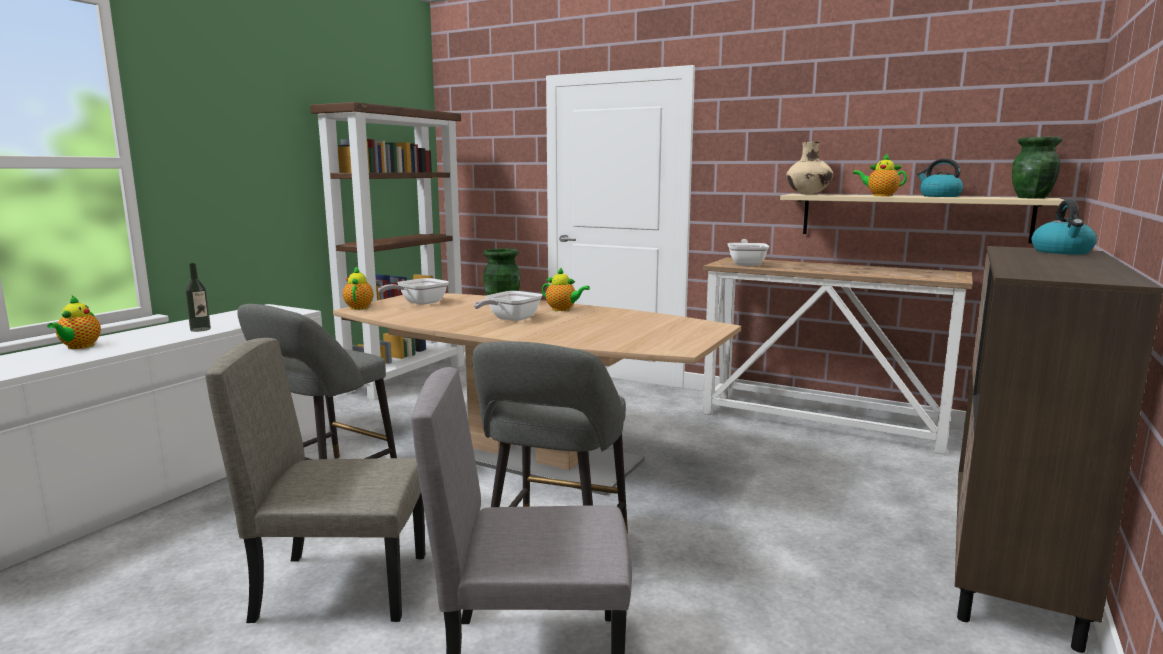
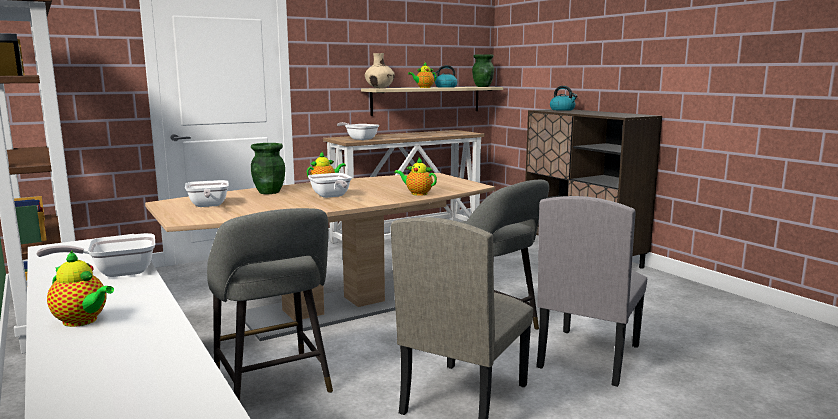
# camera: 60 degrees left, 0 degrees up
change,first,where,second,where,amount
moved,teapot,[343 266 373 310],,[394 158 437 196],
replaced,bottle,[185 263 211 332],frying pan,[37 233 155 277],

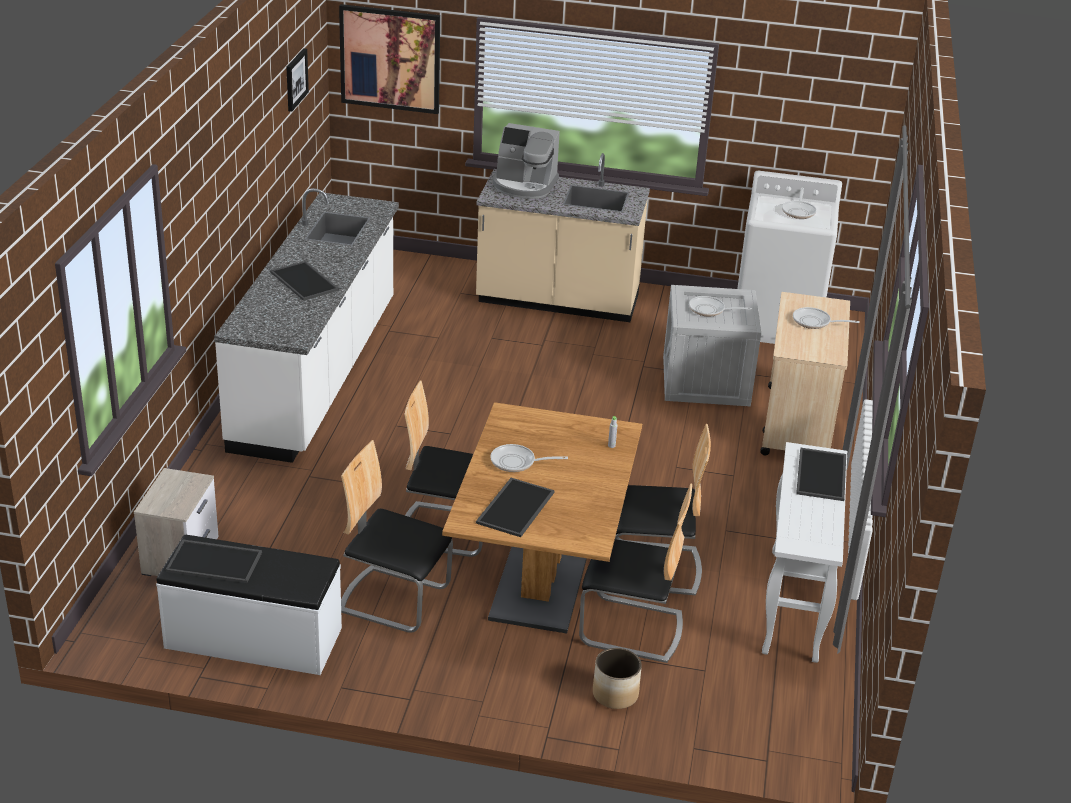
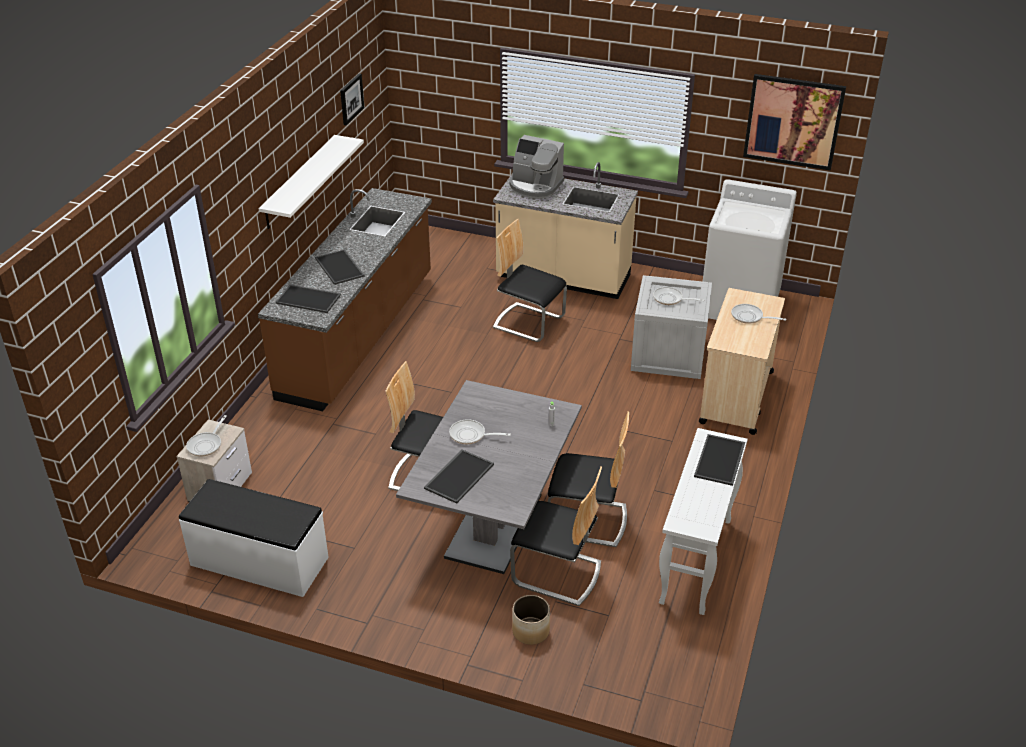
# camera: 10 degrees right, 5 degrees up
change,first,where,second,where,amount
added,,,white shelf,[259 135 364 229],
moved,tray,[165 539 262 583],,[275 284 341 313],
moved,picture,[339 4 440 114],,[743 74 846 170],
moved,chair,[341 440 453 633],,[493 219 567 342],
moved,frying pan,[782 188 817 219],,[186 415 227 457],
recoloured,white counter,[214 188 399 463],brown counter,[258 188 432 411],
recoloured,brown dining table,[442 402 642 633],grey dining table,[396 380 582 574],

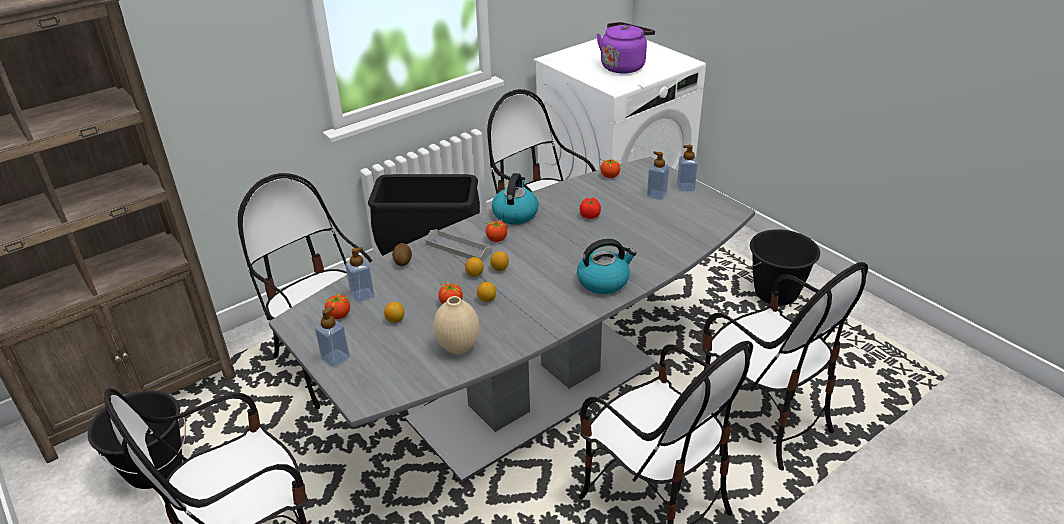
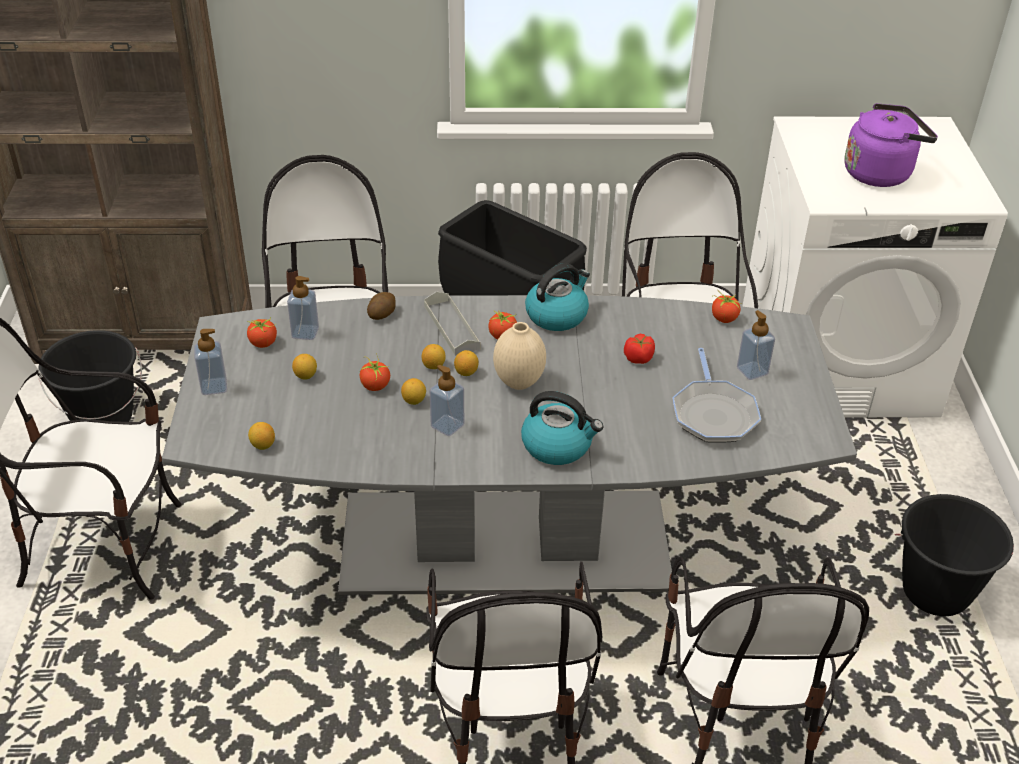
# camera: 35 degrees right, 5 degrees up
change,first,where,second,where,amount
added,,,lemon,[248 422 275 450],
added,,,frying pan,[672 348 761 443],
moved,beige vase,[434 296 479 354],,[493 322 546 390],
moved,soap dispenser,[677 145 698 191],,[430 365 464 436],

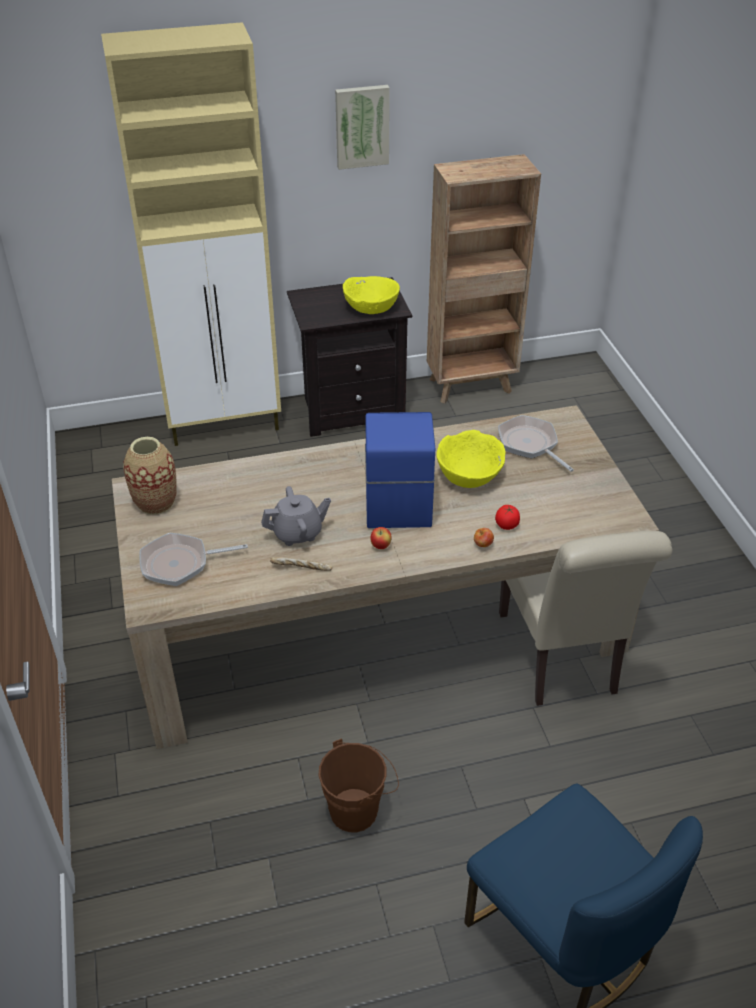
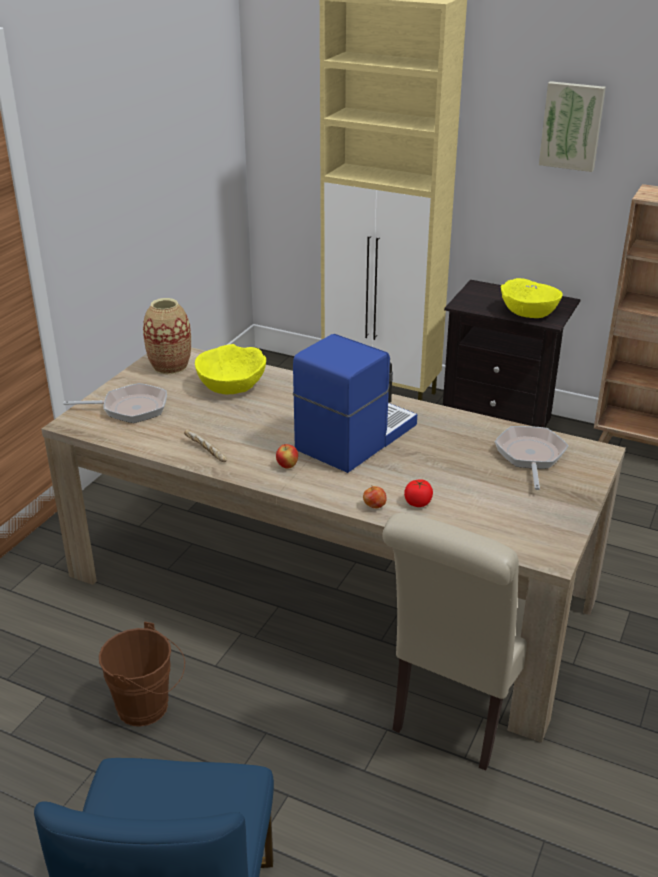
# camera: 40 degrees right, 10 degrees down
change,first,where,second,where,amount
removed,grey teapot,[261 486 331 546],,,
moved,yellow bowl,[436 430 506 488],,[195 344 266 395],
turned,frying pan,[139 533 248 586],,[64 383 167 423],150 degrees clockwise

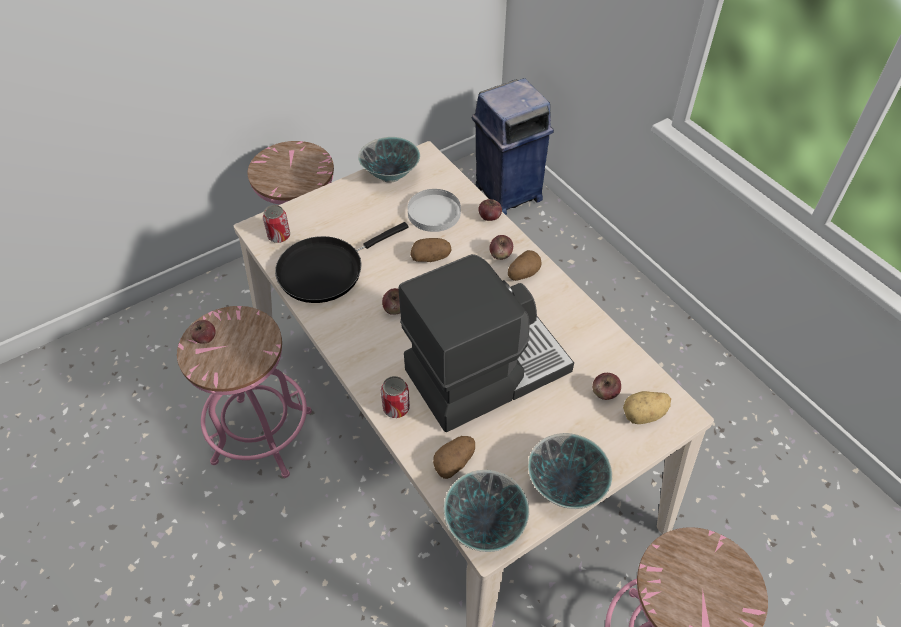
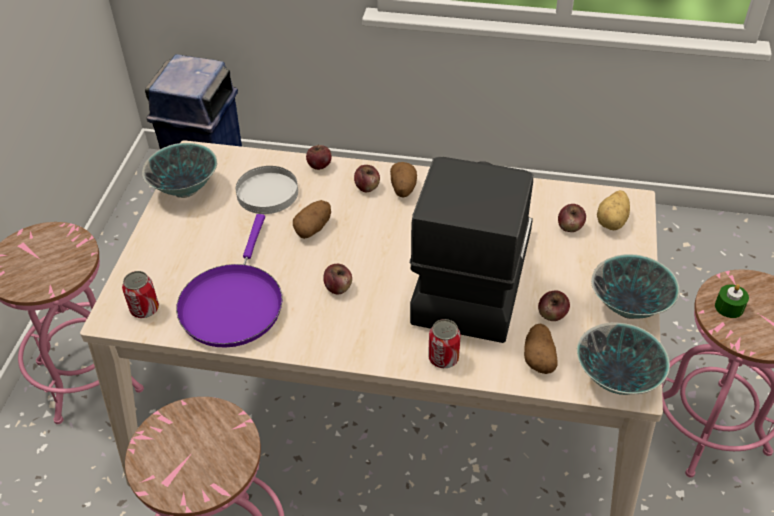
# camera: 45 degrees left, 5 degrees down
change,first,where,second,where,amount
added,,,green candle,[715 284 749 318],
moved,apple,[190 320 216 344],,[538 290 570 321],
recoloured,black frying pan,[275 222 408 303],purple frying pan,[176 214 282 348],

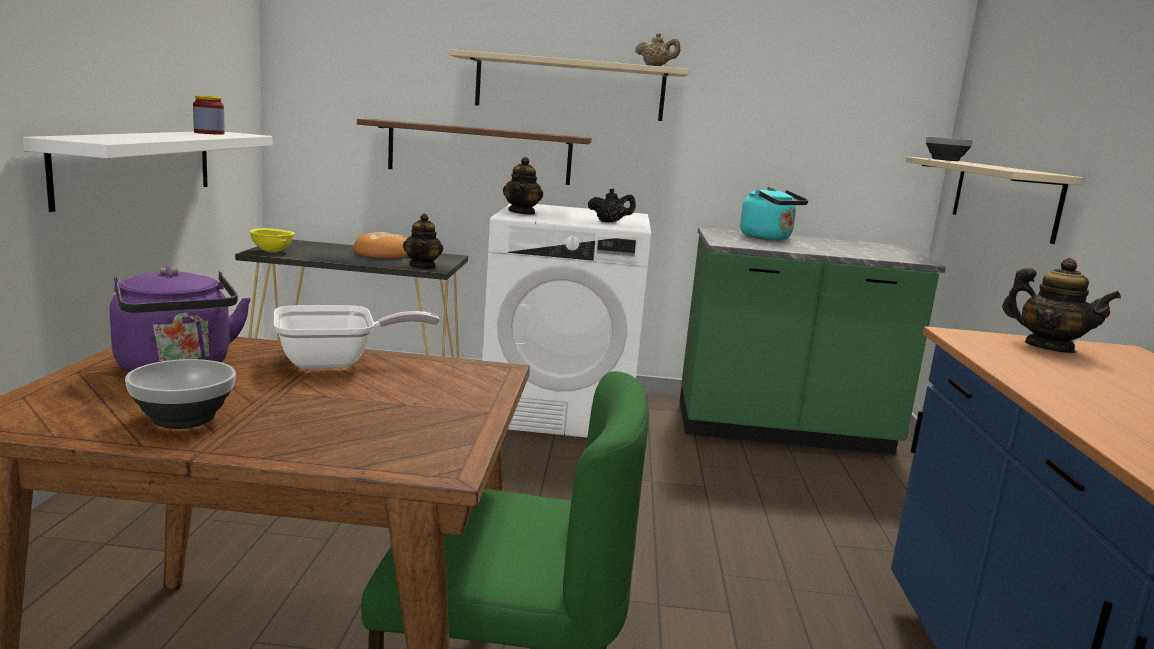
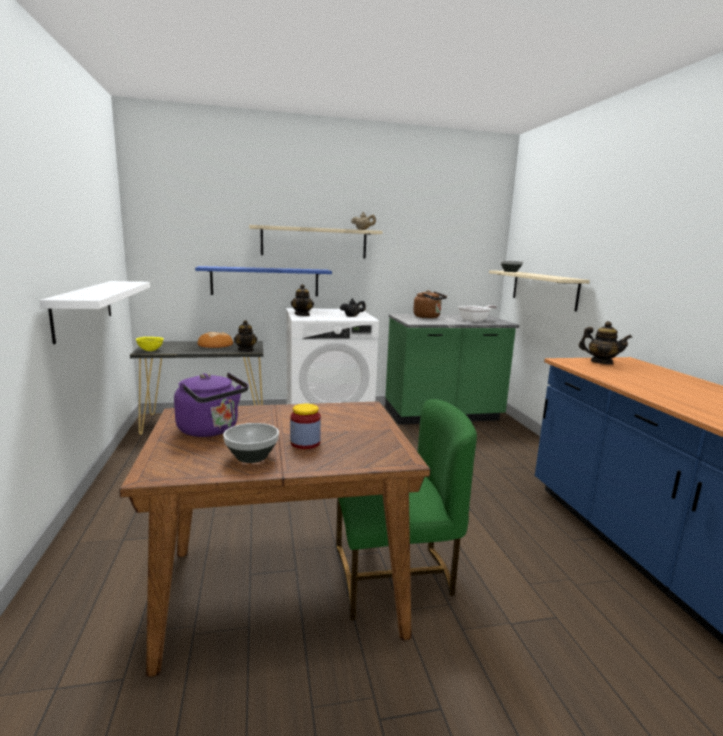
# camera: 15 degrees left, 0 degrees up
change,first,where,second,where,amount
moved,jar,[193 95 225 135],,[290 404 321 449],
moved,frying pan,[274 305 440 369],,[458 305 497 322],
recoloured,brown shelf,[357 119 592 185],blue shelf,[195 266 332 296],
recoloured,turquoise kettle,[740 186 808 240],brown kettle,[413 290 447 318],

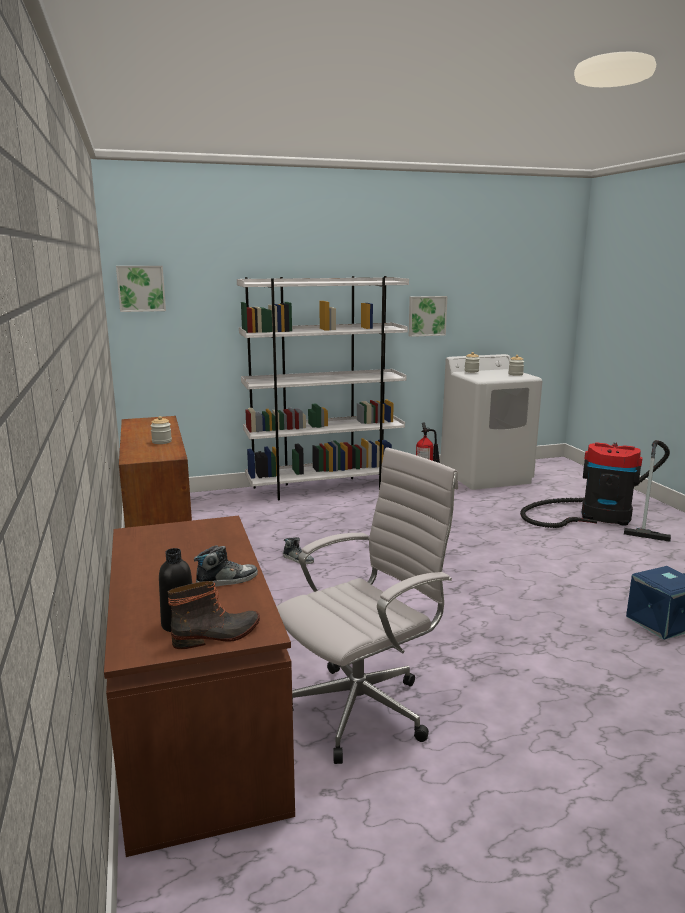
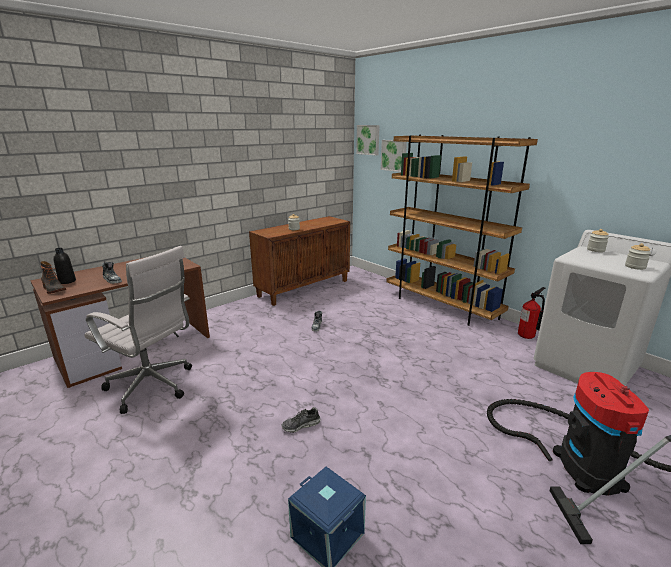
# camera: 65 degrees right, 5 degrees up
change,first,where,second,where,amount
added,,,shoe,[282 407 321 433],
moved,picture,[409 296 447 337],,[381 140 407 172],
recoloured,white bookcase,[237 276 409 500],brown bookcase,[386 135 538 326],

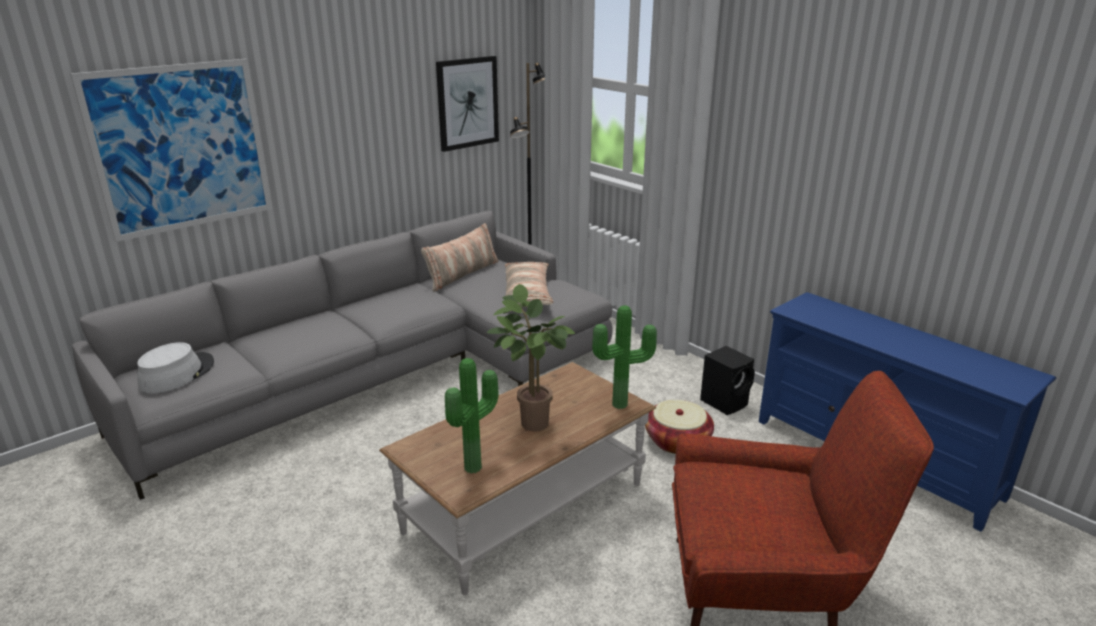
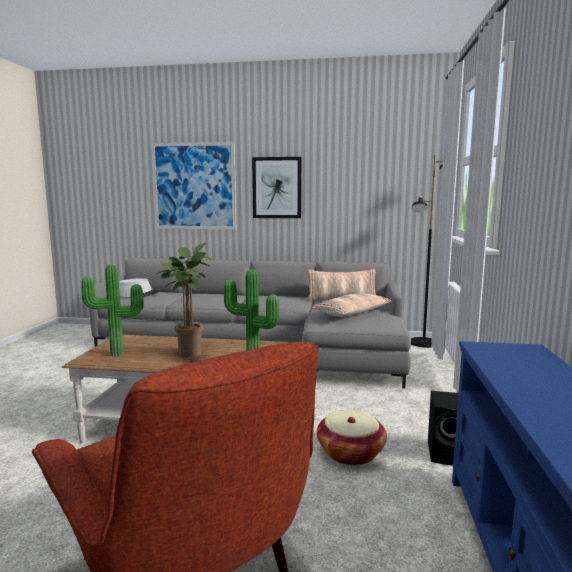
# camera: 50 degrees right, 15 degrees down
change,first,where,second,where,amount
moved,picture,[436 56 499 152],,[252 157 301 218],

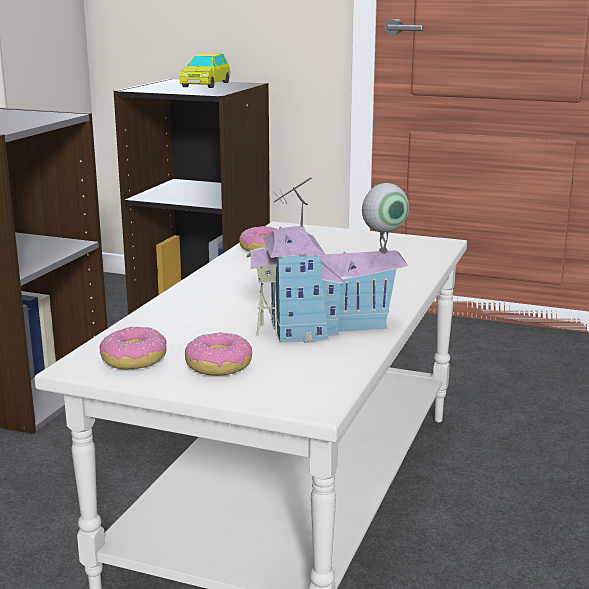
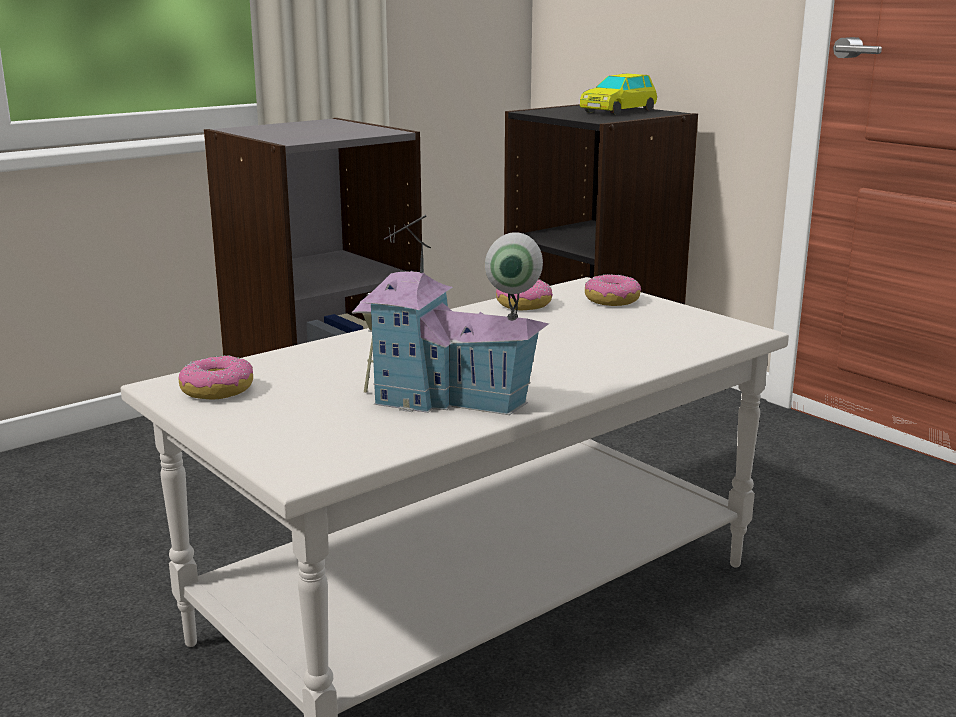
# camera: 30 degrees right, 0 degrees up
change,first,where,second,where,amount
moved,donut,[185 332 252 376],,[585 274 641 306],

